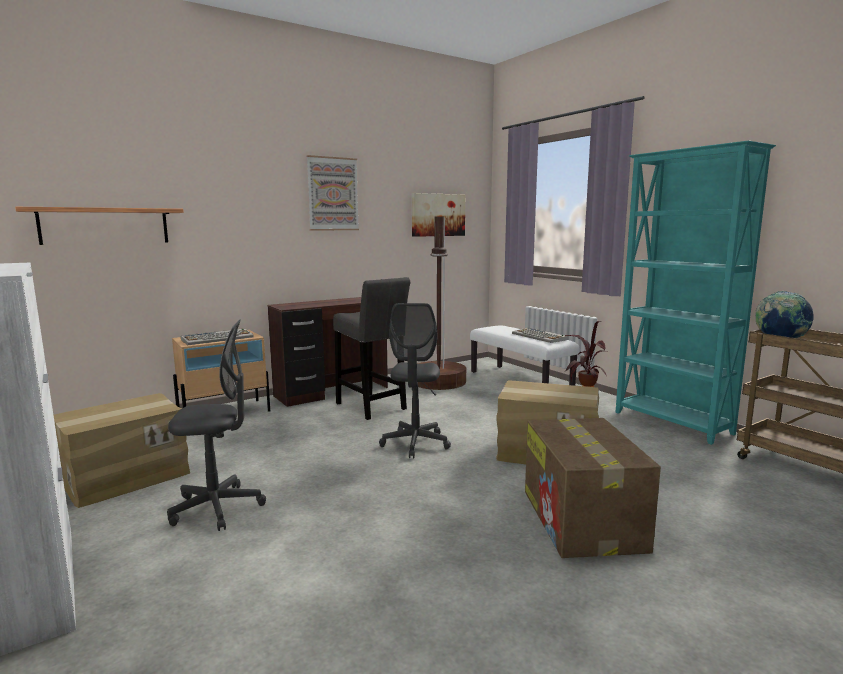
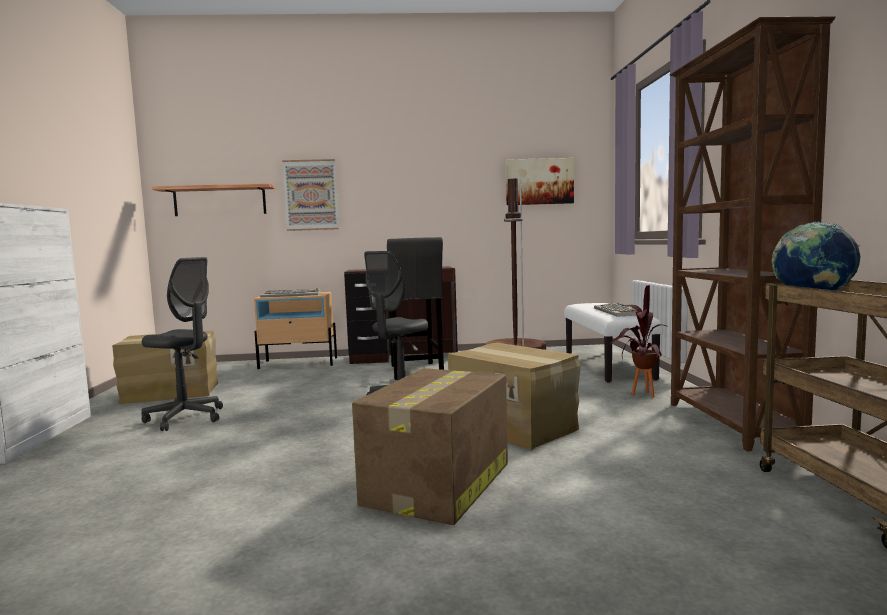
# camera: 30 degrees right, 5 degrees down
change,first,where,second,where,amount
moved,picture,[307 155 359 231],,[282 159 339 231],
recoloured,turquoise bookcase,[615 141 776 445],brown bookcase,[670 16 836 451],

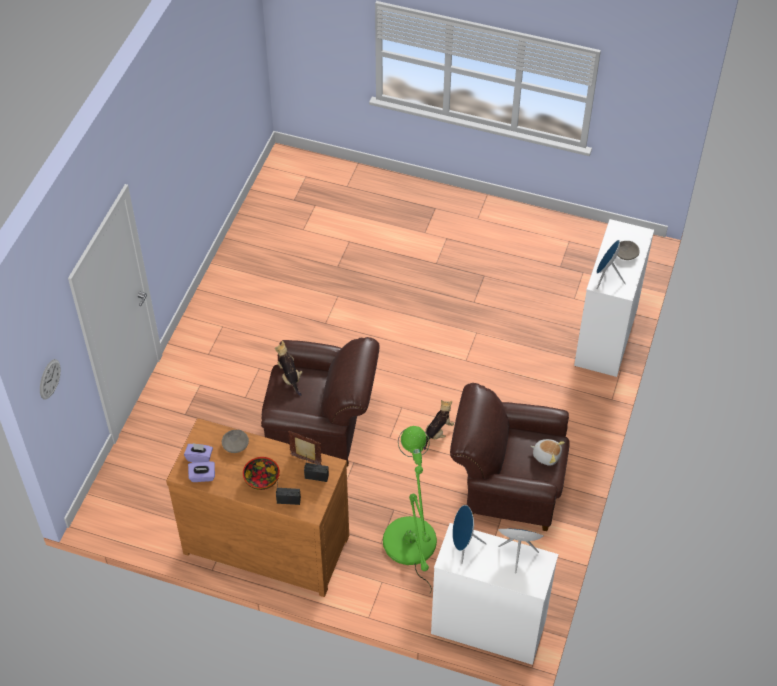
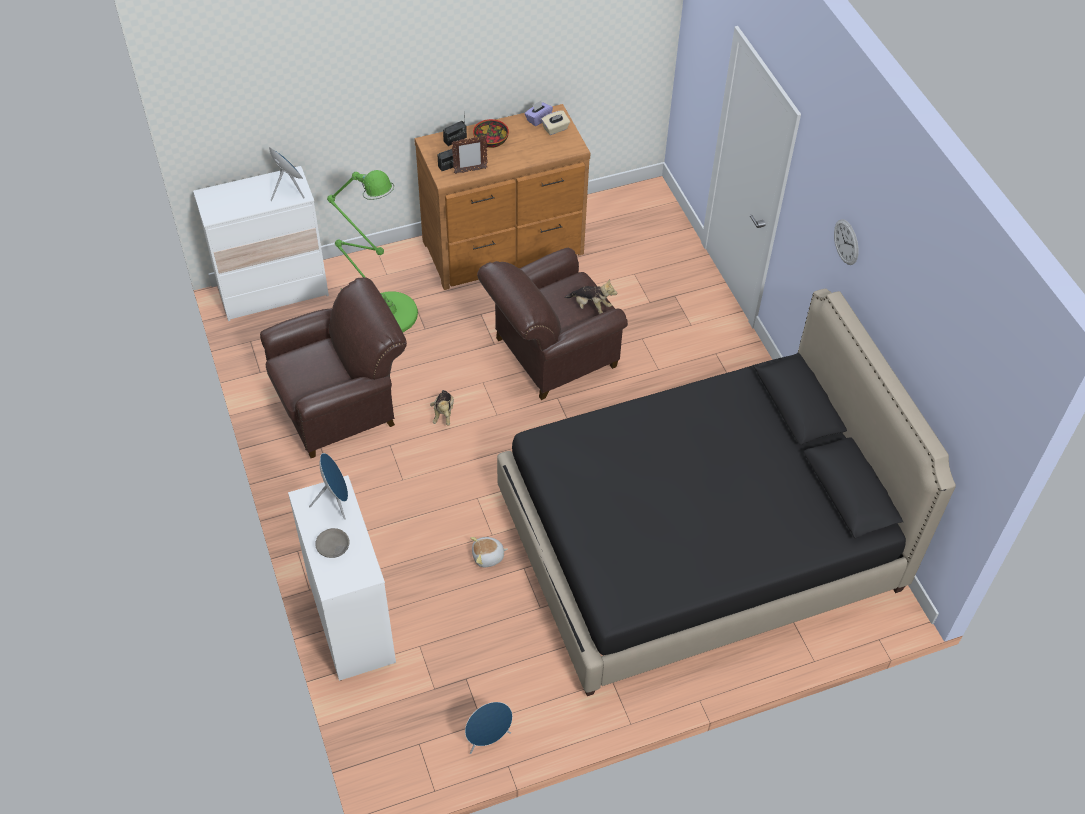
# camera: 140 degrees right, 0 degrees up
change,first,where,second,where,amount
removed,grey bowl,[222 430 249 453],,,
added,,,black bed,[497 289 956 696],
moved,wall clock,[40 359 61 399],,[834 219 859 265],
moved,blue speaker,[498 529 544 573],,[465 702 512 754],
moved,plush toy,[531 439 565 466],,[470 537 508 567],
recoloured,purple tissue box,[184 443 213 462],beige tissue box,[541 110 570 135],

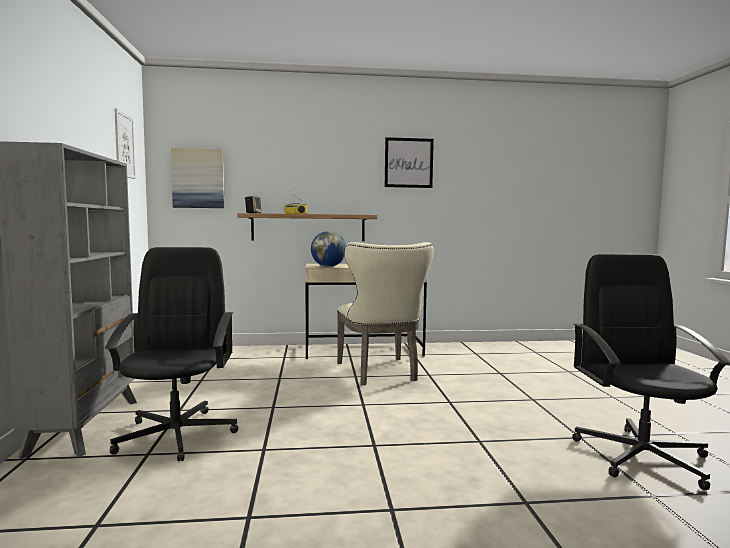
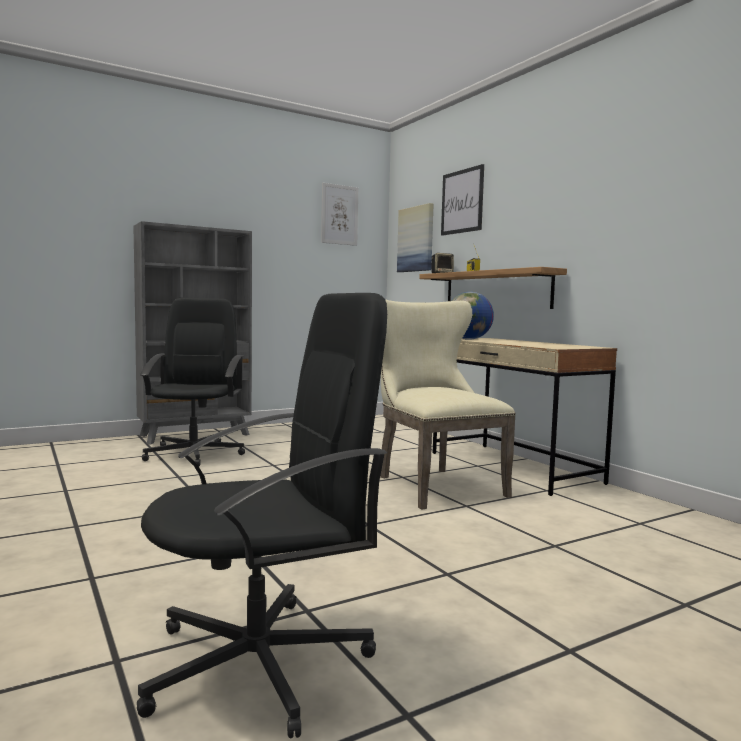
# camera: 65 degrees right, 0 degrees up
change,first,where,second,where,amount
moved,picture,[385 137 434 188],,[441 164 484 236],
turned,black office chair,[105 247 238 461],,[140 298 245 466],60 degrees counterclockwise
turned,beige chair,[337 242 434 385],,[380 299 516 510],105 degrees clockwise

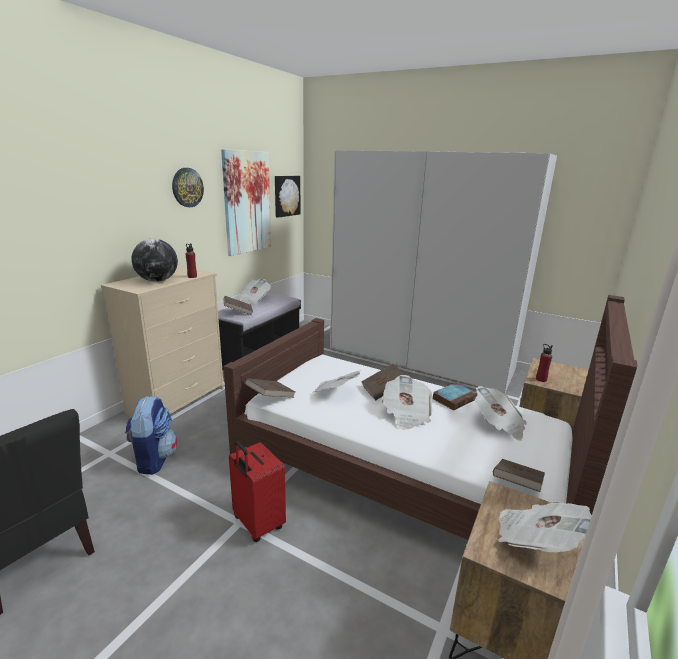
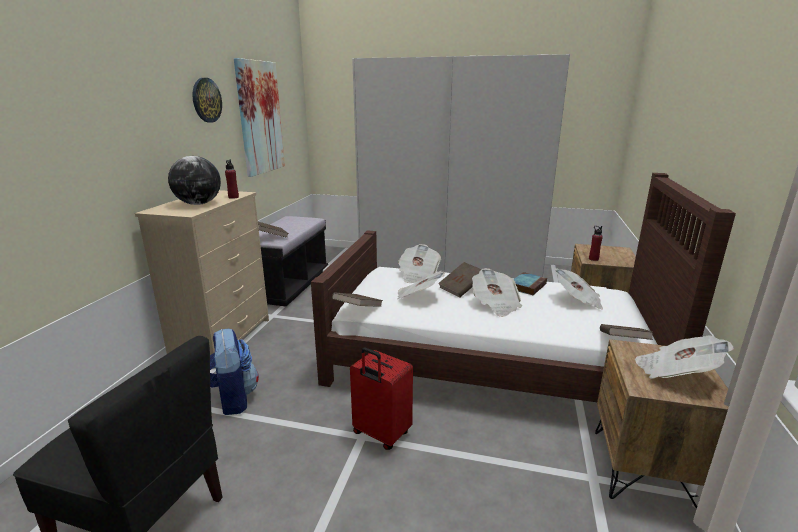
# camera: 15 degrees left, 0 degrees up
change,first,where,second,where,amount
removed,picture,[275 176 300 218],,,
moved,newspaper,[239 279 271 304],,[398 244 441 283],

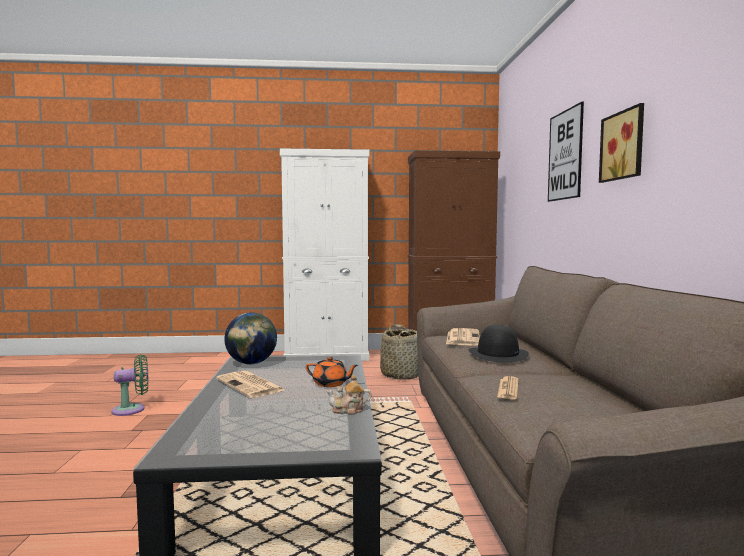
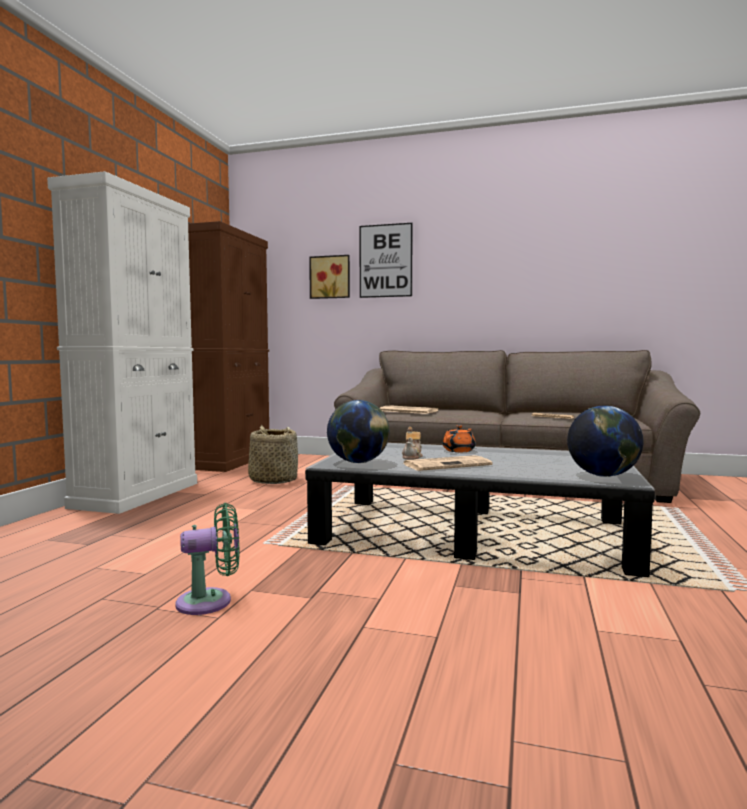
# camera: 70 degrees left, 0 degrees up
change,first,where,second,where,amount
removed,black hat,[469 325 529 363],,,
added,,,globe,[567 406 644 477],
moved,teapot,[326 375 371 414],,[402 427 423 460],
moved,picture,[599 103 644 183],,[309 255 350 299],
turned,green fan,[111 354 148 416],,[176 503 240 615],75 degrees clockwise

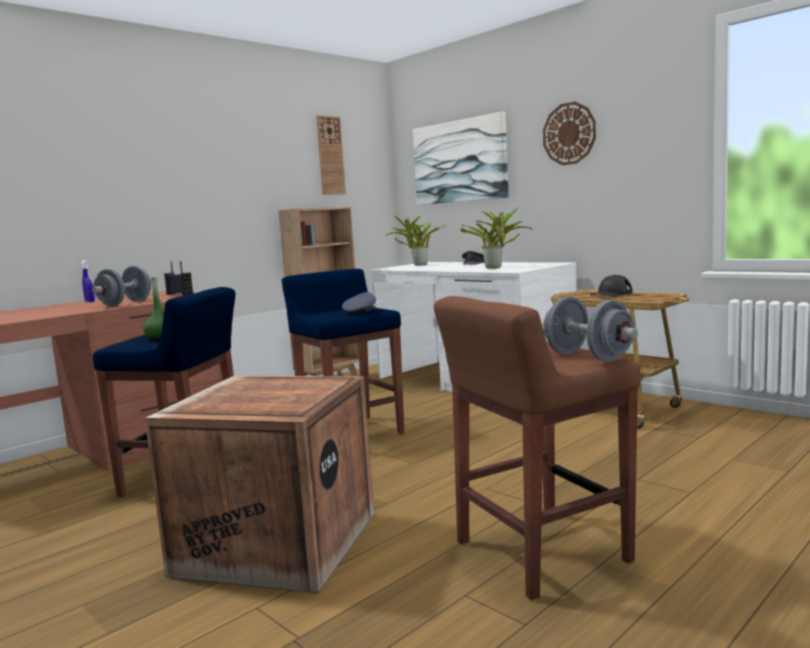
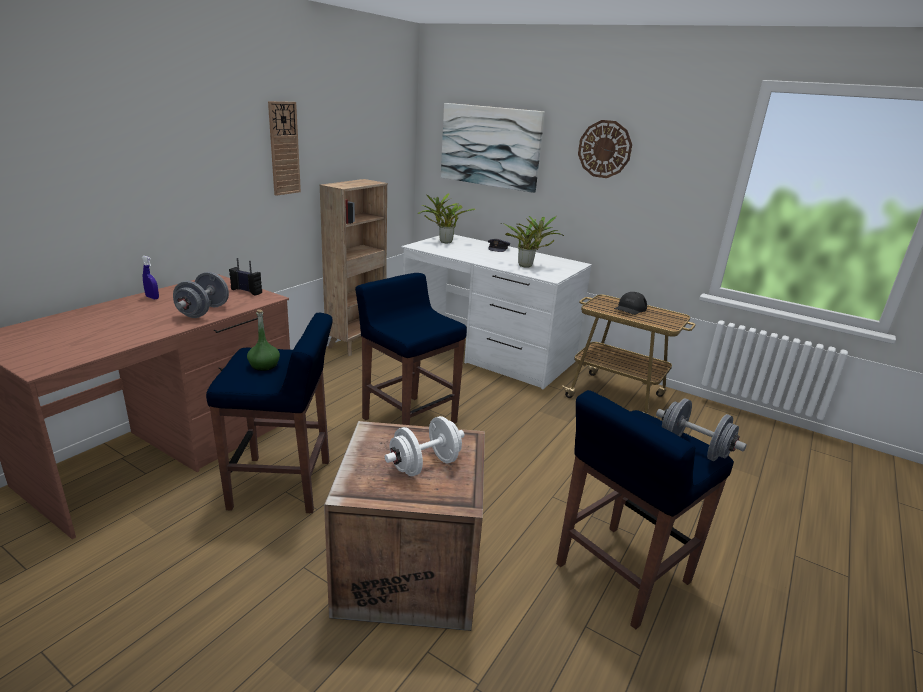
# camera: 15 degrees left, 15 degrees up
change,first,where,second,where,amount
removed,grey cap,[342 292 376 313],,,
added,,,white dumbbell,[385 416 464 476],
moved,wall clock,[316 115 346 195],,[268 101 301 196],
recoloured,brown stool,[434 296 640 600],blue stool,[556 390 734 629],

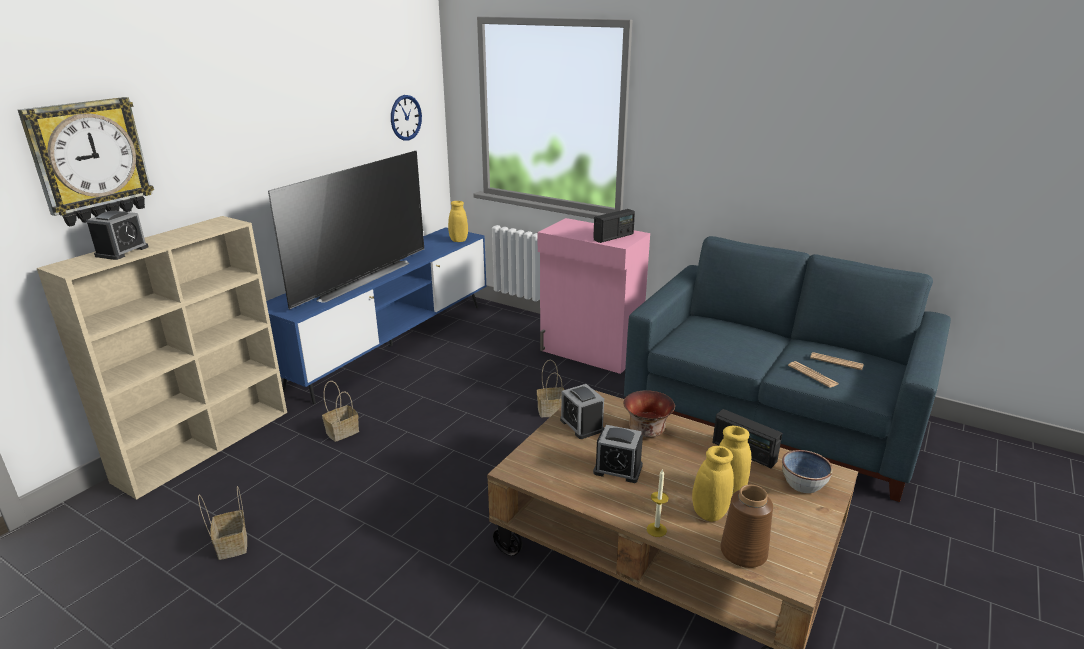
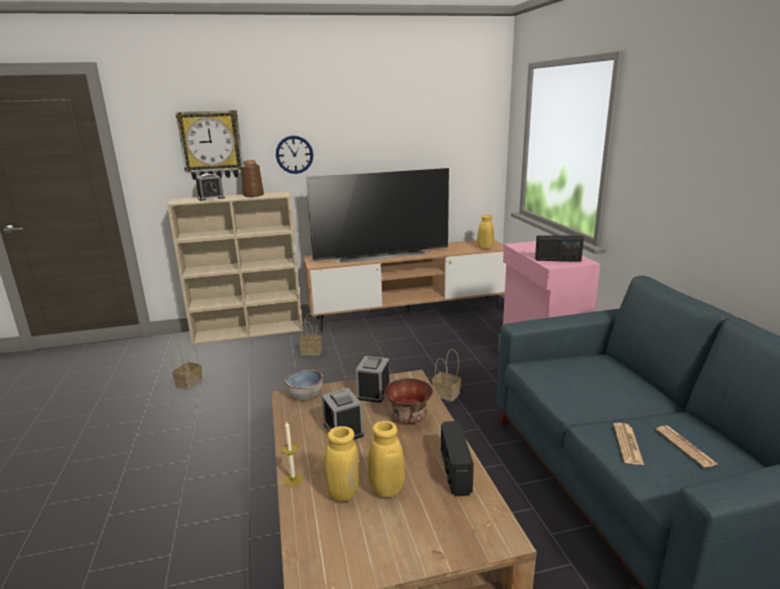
# camera: 45 degrees right, 5 degrees down
change,first,where,second,where,amount
moved,wall clock,[391 95 422 141],,[276 135 313 174],
moved,brown vase,[721 485 773 568],,[241 160 264 197],
moved,bowl,[782 450 833 493],,[285 369 323 401],
recoloured,blue tv stand,[266 227 486 404],brown tv stand,[303 239 506 332],

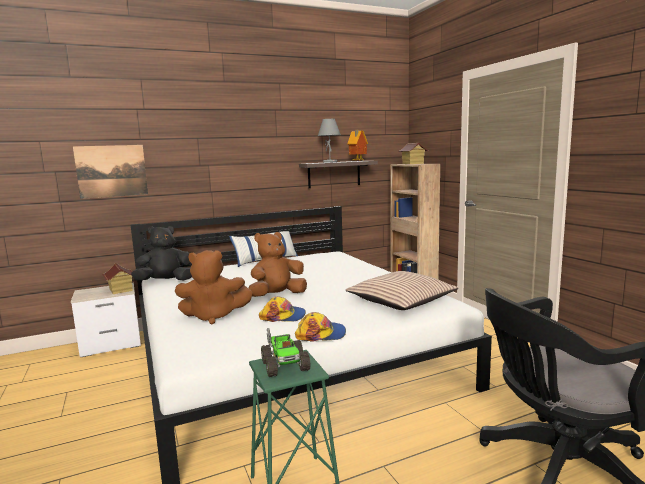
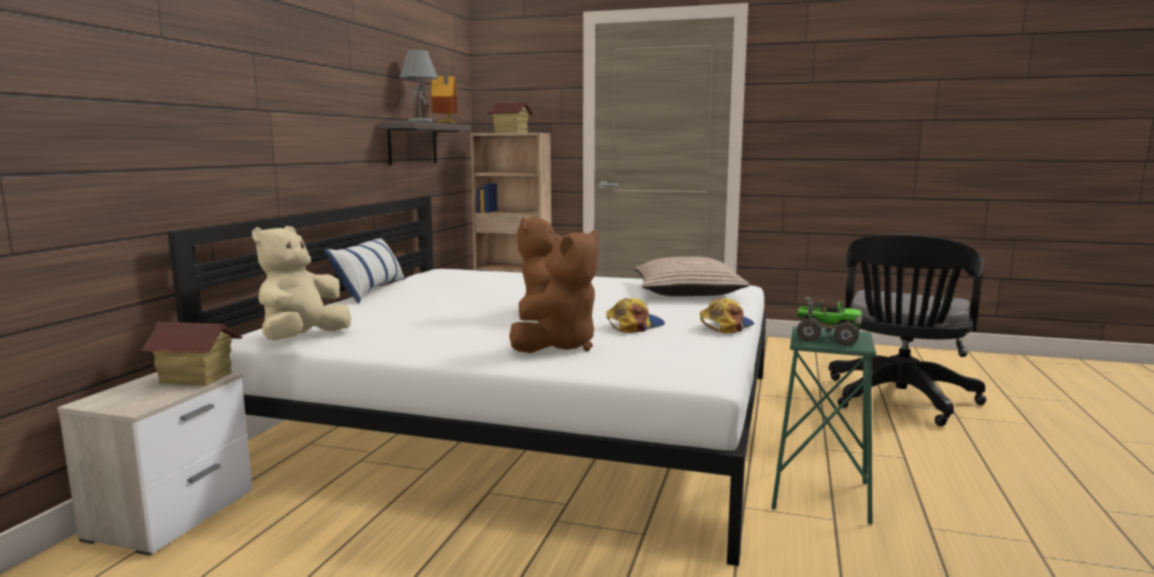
# camera: 50 degrees left, 0 degrees up
change,first,where,second,where,amount
removed,picture,[73 145 148 199],,,
recoloured,black plush toy,[131 226 192 280],beige plush toy,[252 226 351 340],

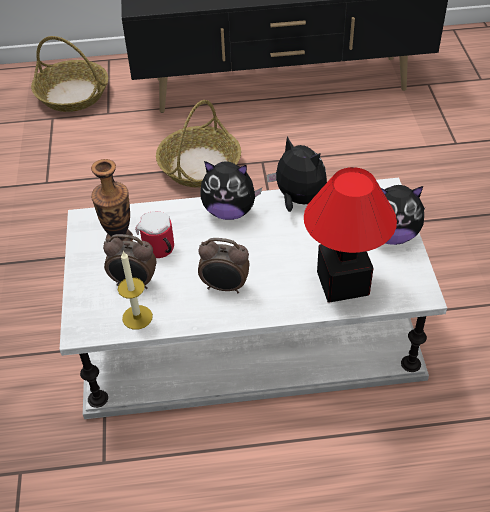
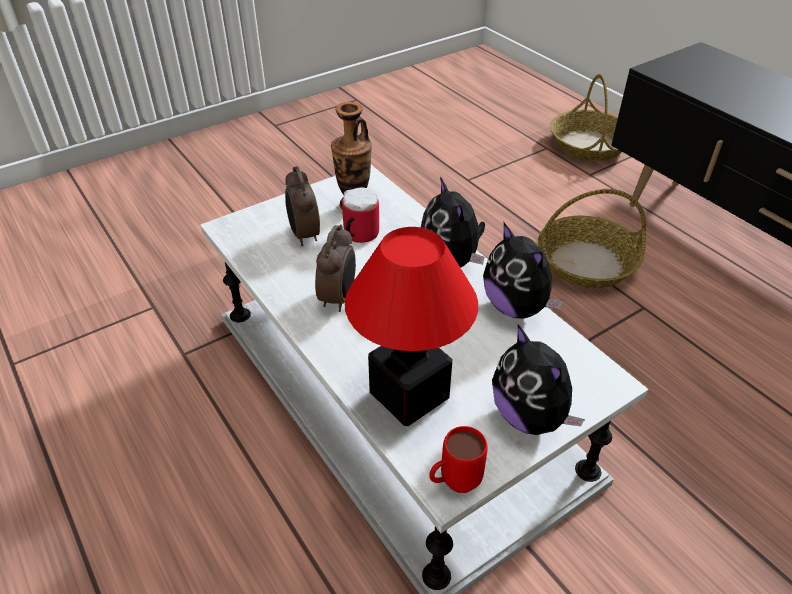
# camera: 60 degrees right, 5 degrees down
change,first,where,second,where,amount
removed,candle,[118 251 153 330],,,
added,,,red mug,[429 426 487 493],
turned,alarm clock,[198 238 249 293],,[315 225 356 312],150 degrees counterclockwise
turned,plush toy,[267 136 327 212],,[483 223 563 319],135 degrees clockwise

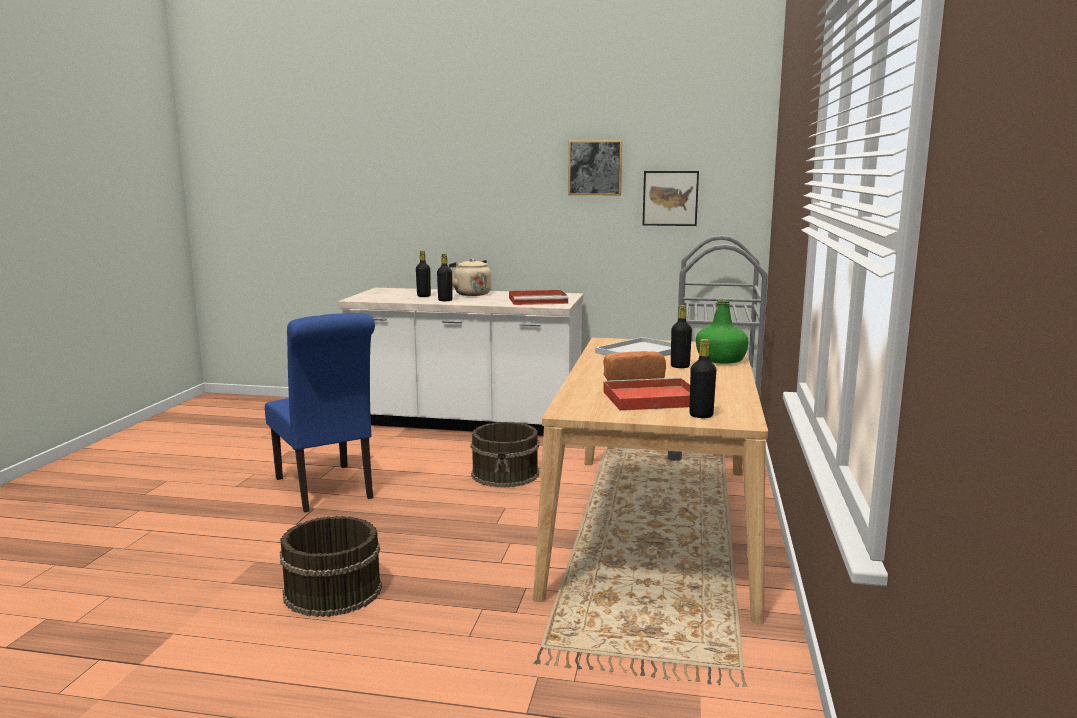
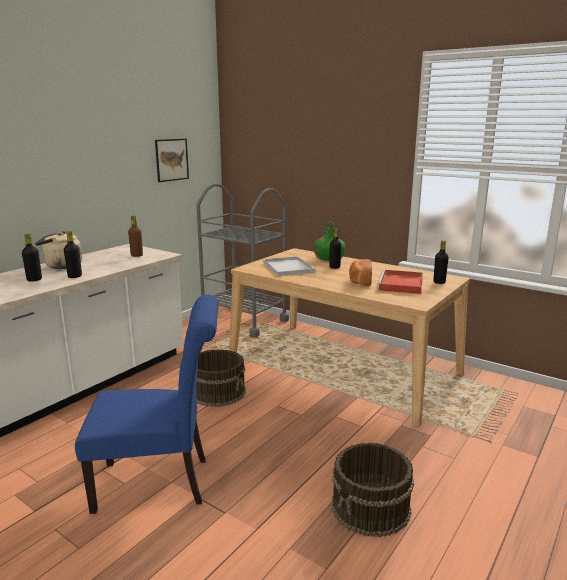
# camera: 65 degrees left, 5 degrees up
change,first,where,second,where,amount
removed,picture,[568 140 622 195],,,
replaced,red tray,[509 290 568 305],brown bottle,[128 216 143 257],

